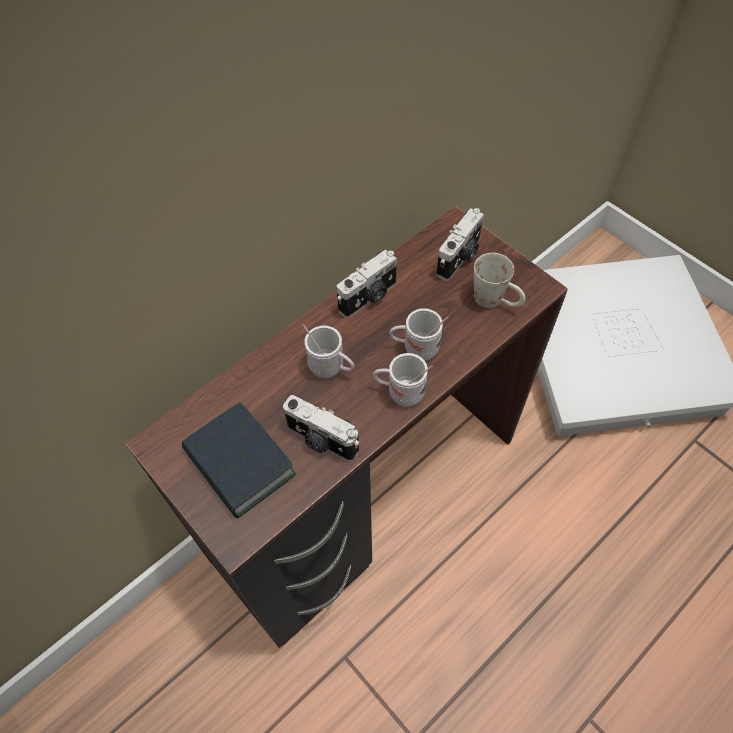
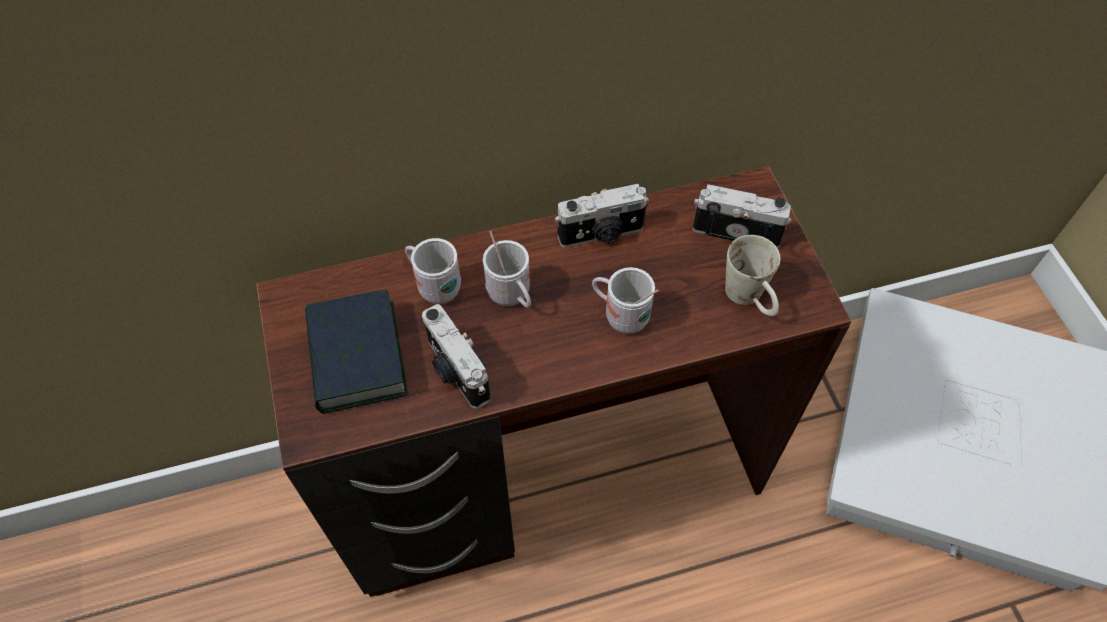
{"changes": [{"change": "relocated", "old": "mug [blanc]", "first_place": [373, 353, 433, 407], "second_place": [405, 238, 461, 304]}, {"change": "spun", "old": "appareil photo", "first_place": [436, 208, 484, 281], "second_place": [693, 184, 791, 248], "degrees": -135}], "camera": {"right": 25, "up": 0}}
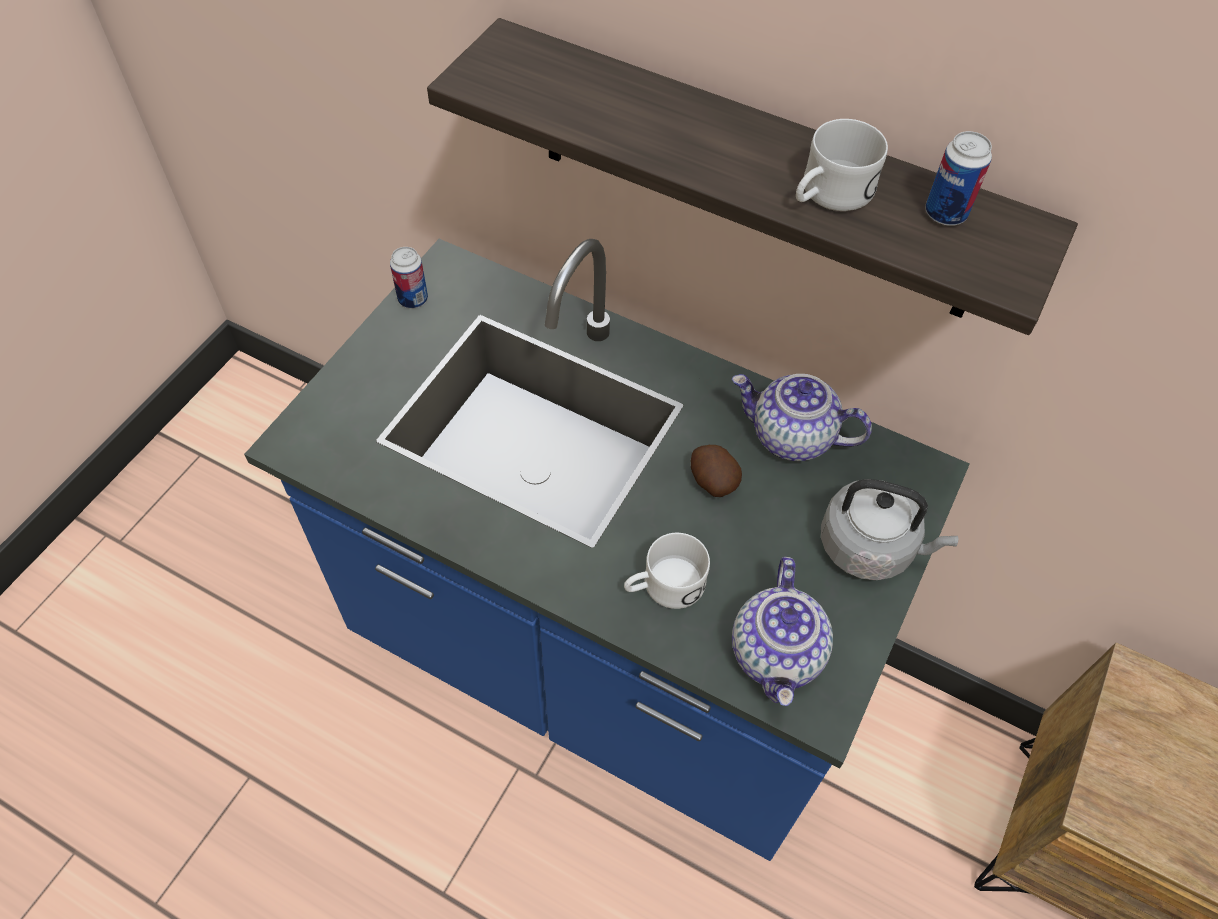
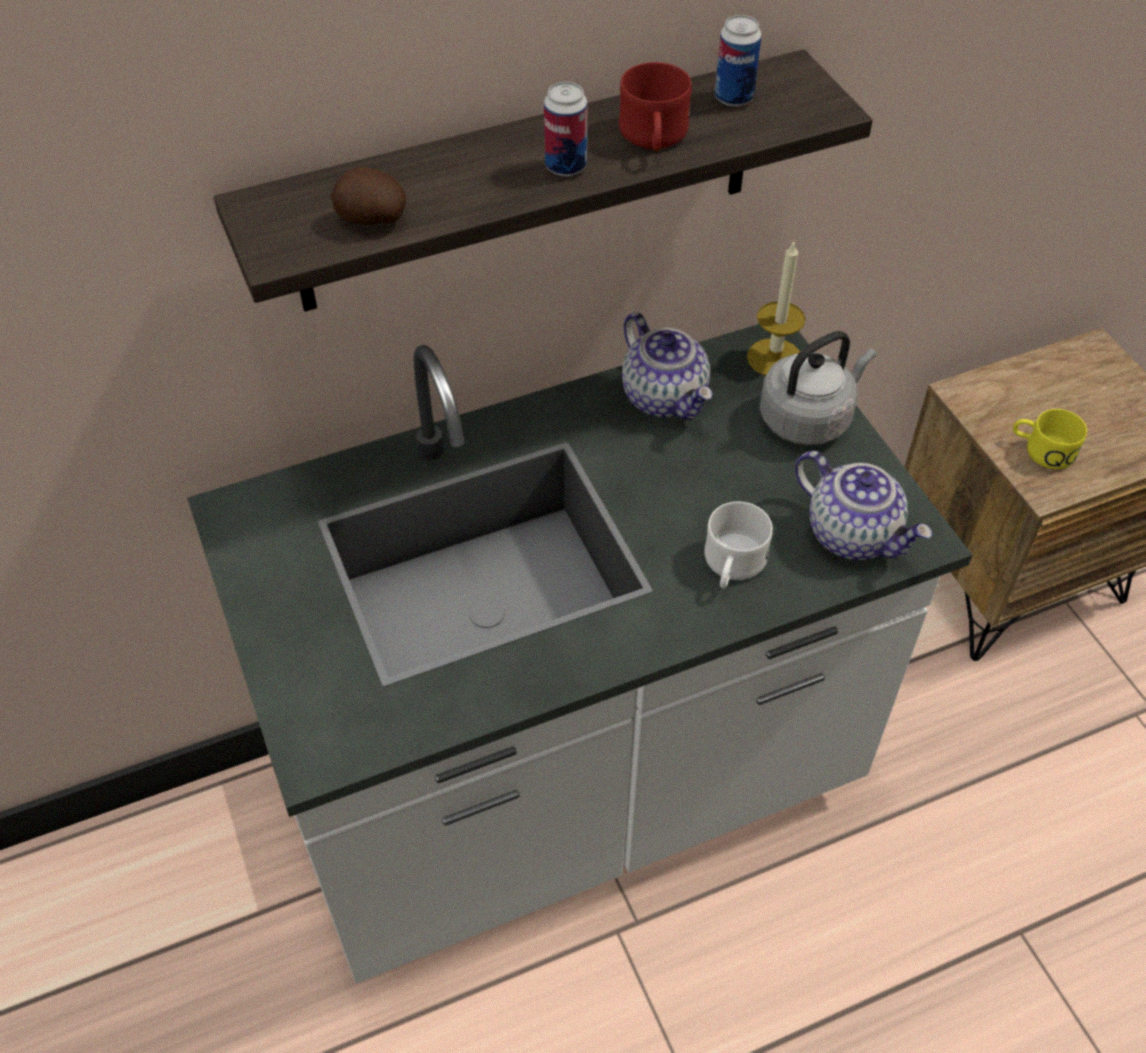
{"changes": [{"change": "colour", "old": "comptoir de cuisine [bleu]", "new": "comptoir de cuisine [blanc]", "first_place": [244, 239, 970, 861], "second_place": [187, 324, 972, 984]}, {"change": "relocated", "old": "boîte métallique", "first_place": [390, 247, 428, 309], "second_place": [544, 82, 588, 176]}, {"change": "relocated", "old": "pomme de terre", "first_place": [691, 445, 742, 497], "second_place": [331, 167, 406, 225]}, {"change": "spun", "old": "théière", "first_place": [732, 374, 872, 461], "second_place": [622, 312, 712, 420], "degrees": -90}, {"change": "colour", "old": "mug [blanc]", "new": "mug [rouge]", "first_place": [796, 119, 888, 211], "second_place": [619, 62, 692, 152]}, {"change": "appeared", "new": "bougie", "second_place": [747, 241, 806, 376]}, {"change": "appeared", "new": "mug [jaune]", "second_place": [1013, 409, 1087, 469]}], "camera": {"right": -50, "up": -5}}
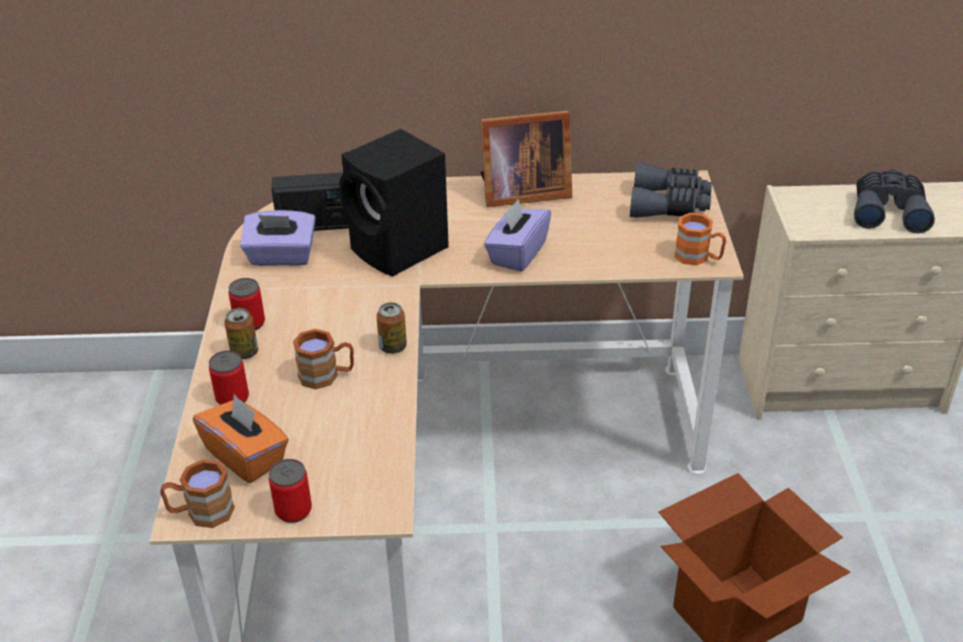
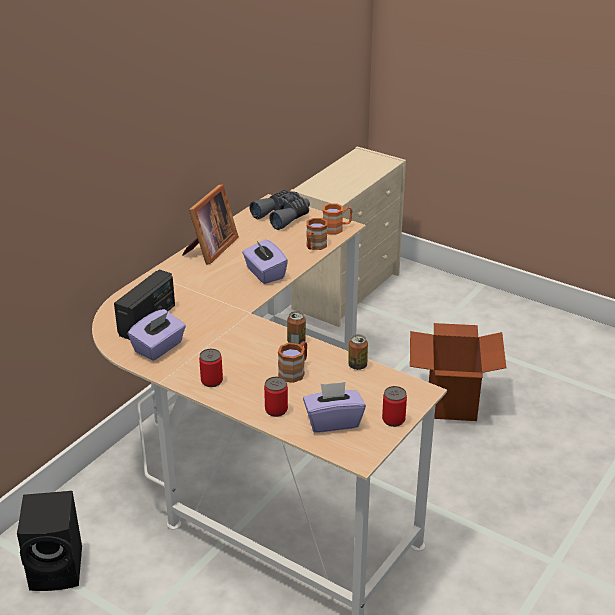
{"changes": [{"change": "relocated", "old": "mug [marron]", "first_place": [160, 459, 235, 528], "second_place": [306, 218, 327, 250]}, {"change": "colour", "old": "boîte à mouchoirs [orange]", "new": "boîte à mouchoirs [violet]", "first_place": [193, 394, 289, 483], "second_place": [303, 382, 366, 433]}, {"change": "relocated", "old": "boîte métallique", "first_place": [224, 308, 258, 359], "second_place": [348, 335, 368, 370]}, {"change": "relocated", "old": "enceinte [noir]", "first_place": [339, 129, 449, 277], "second_place": [17, 491, 82, 591]}, {"change": "missing", "old": "jumelles [gris]", "first_place": [854, 169, 935, 233]}], "camera": {"right": -55, "up": -5}}
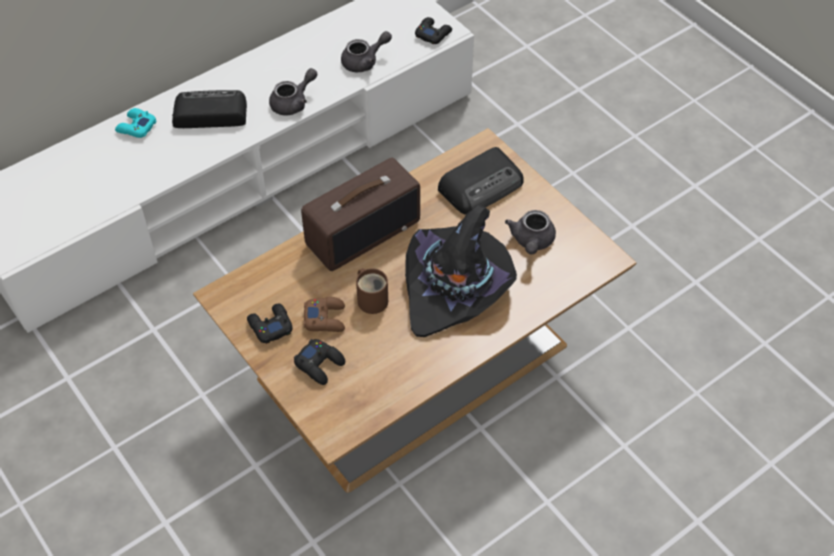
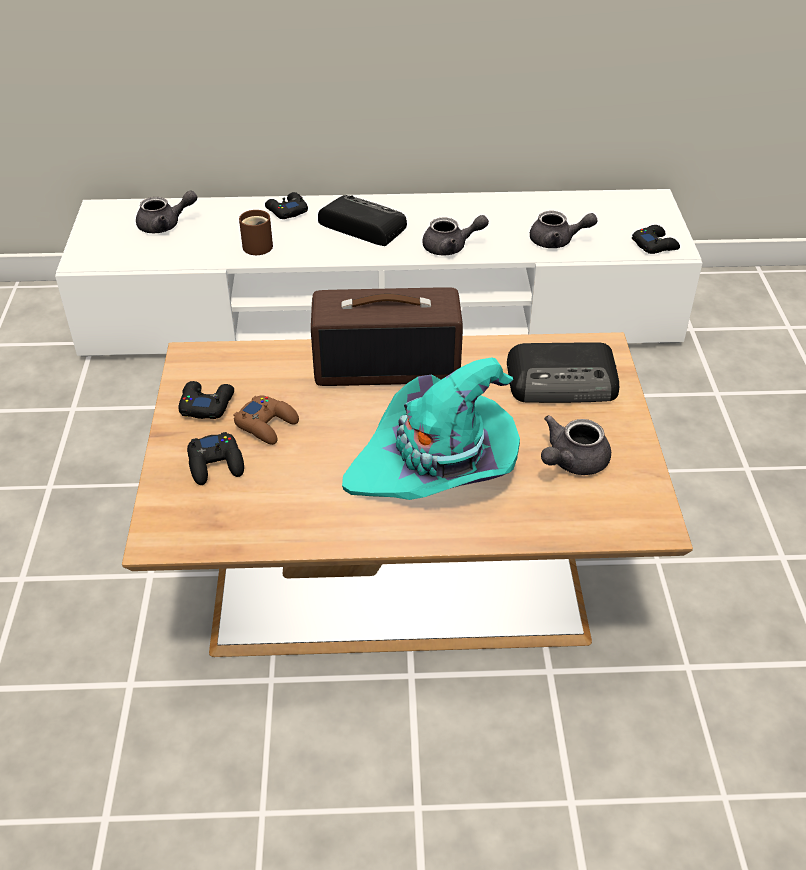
{"changes": [{"change": "colour", "old": "manette [turquoise]", "new": "manette [noir]", "first_place": [115, 108, 157, 138], "second_place": [265, 192, 308, 219]}, {"change": "relocated", "old": "mug [marron]", "first_place": [356, 268, 388, 314], "second_place": [239, 210, 273, 255]}, {"change": "colour", "old": "chapeau [noir]", "new": "chapeau [turquoise]", "first_place": [405, 205, 517, 337], "second_place": [342, 358, 520, 500]}, {"change": "appeared", "new": "théière [gris]", "second_place": [136, 190, 197, 233]}], "camera": {"right": 35, "up": -10}}
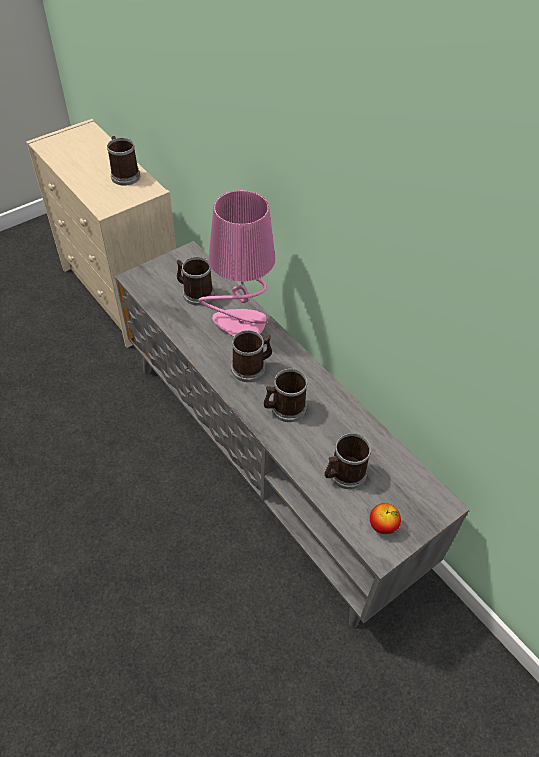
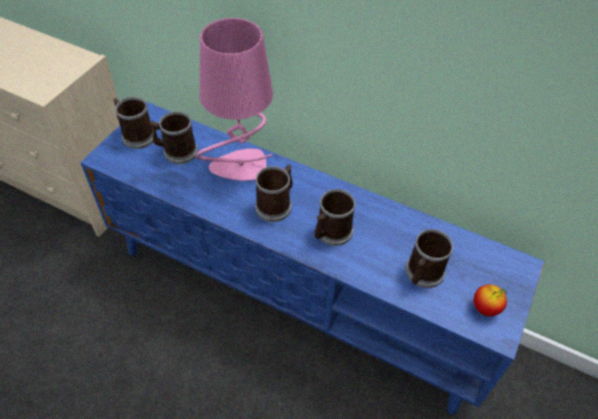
{"changes": [{"change": "relocated", "old": "mug", "first_place": [107, 136, 140, 186], "second_place": [113, 97, 153, 149]}, {"change": "colour", "old": "meuble télé [gris]", "new": "meuble télé [bleu]", "first_place": [115, 241, 470, 628], "second_place": [80, 101, 545, 415]}], "camera": {"right": -25, "up": 0}}
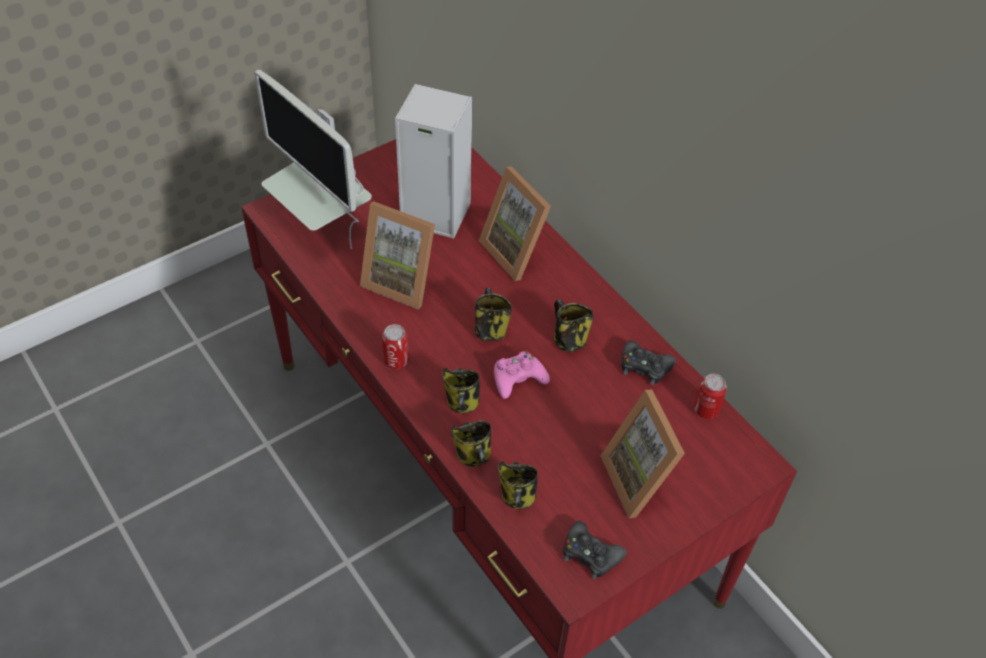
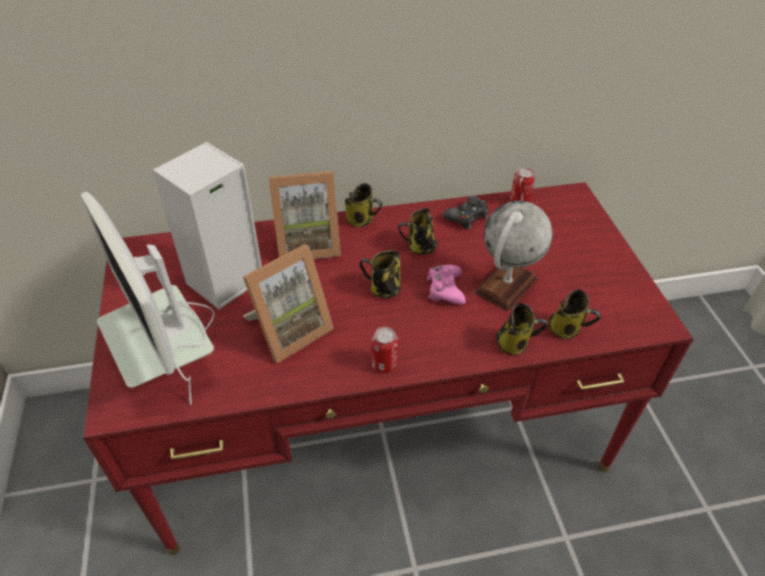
{"changes": [{"change": "spun", "old": "écran d'ordinateur", "first_place": [254, 70, 372, 249], "second_place": [80, 192, 215, 405], "degrees": 75}, {"change": "relocated", "old": "mug", "first_place": [442, 368, 480, 413], "second_place": [345, 183, 382, 228]}, {"change": "missing", "old": "manette [noir]", "first_place": [563, 521, 627, 579]}, {"change": "missing", "old": "cadre photo", "first_place": [600, 390, 685, 518]}, {"change": "appeared", "new": "globe", "second_place": [475, 201, 552, 312]}], "camera": {"right": -65, "up": -5}}
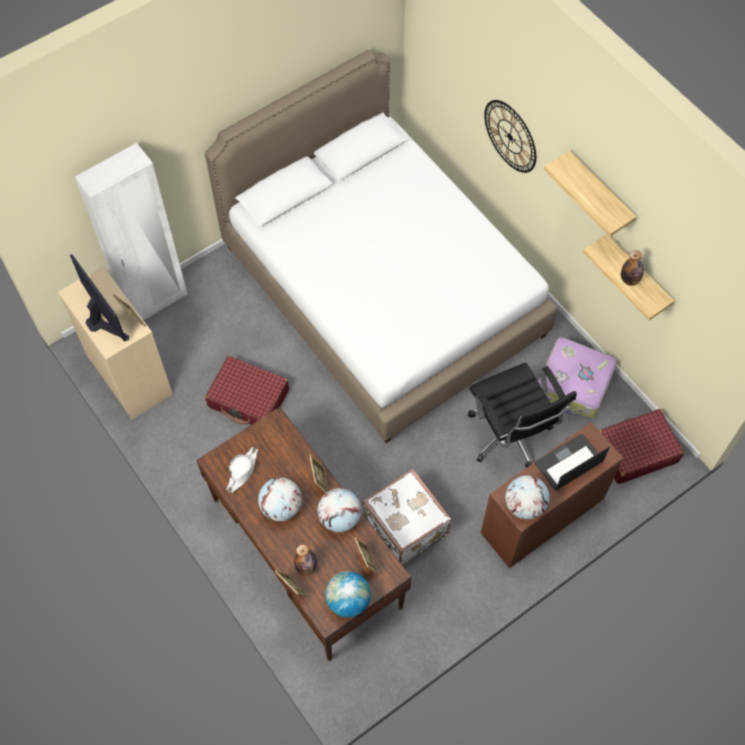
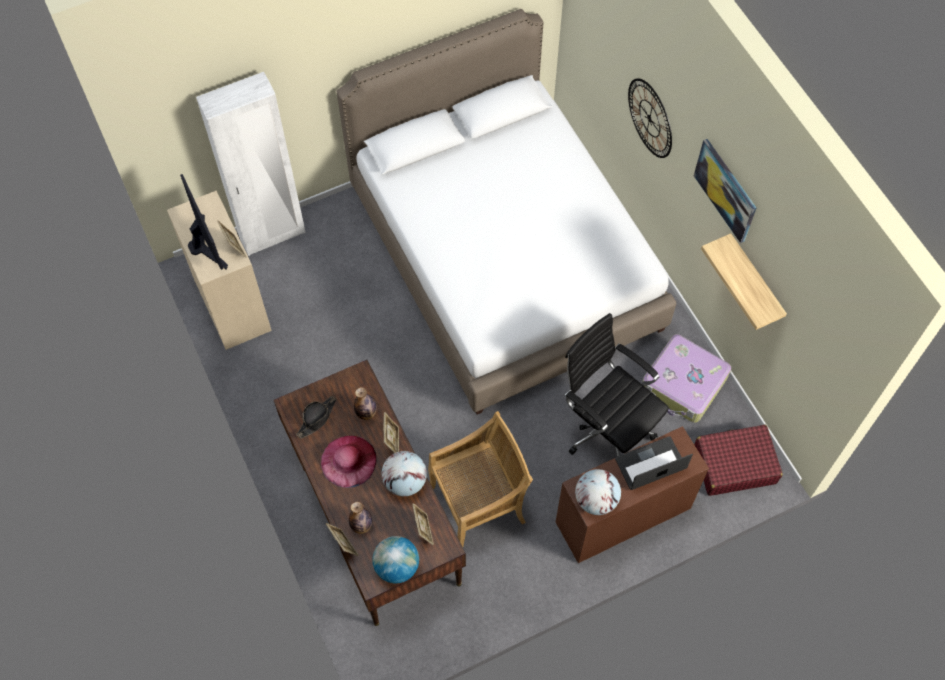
{"changes": [{"change": "missing", "old": "valise [rouge]", "first_place": [205, 356, 289, 425]}, {"change": "colour", "old": "chapeau [blanc]", "new": "chapeau [noir]", "first_place": [226, 447, 258, 493], "second_place": [296, 396, 336, 439]}, {"change": "exchanged", "old": "globe", "new": "chapeau [rose]", "first_place": [258, 477, 302, 521], "second_place": [321, 436, 376, 488]}, {"change": "exchanged", "old": "valise [blanc]", "new": "chaise [beige]", "first_place": [362, 469, 451, 565], "second_place": [428, 411, 533, 547]}, {"change": "spun", "old": "chaise de bureau [noir]", "first_place": [468, 363, 577, 468], "second_place": [565, 313, 669, 457], "degrees": 150}, {"change": "exchanged", "old": "étagère", "new": "tableau", "first_place": [544, 151, 636, 237], "second_place": [694, 139, 756, 243]}, {"change": "relocated", "old": "bouteille", "first_place": [621, 250, 644, 286], "second_place": [354, 387, 376, 420]}], "camera": {"right": 10, "up": 0}}
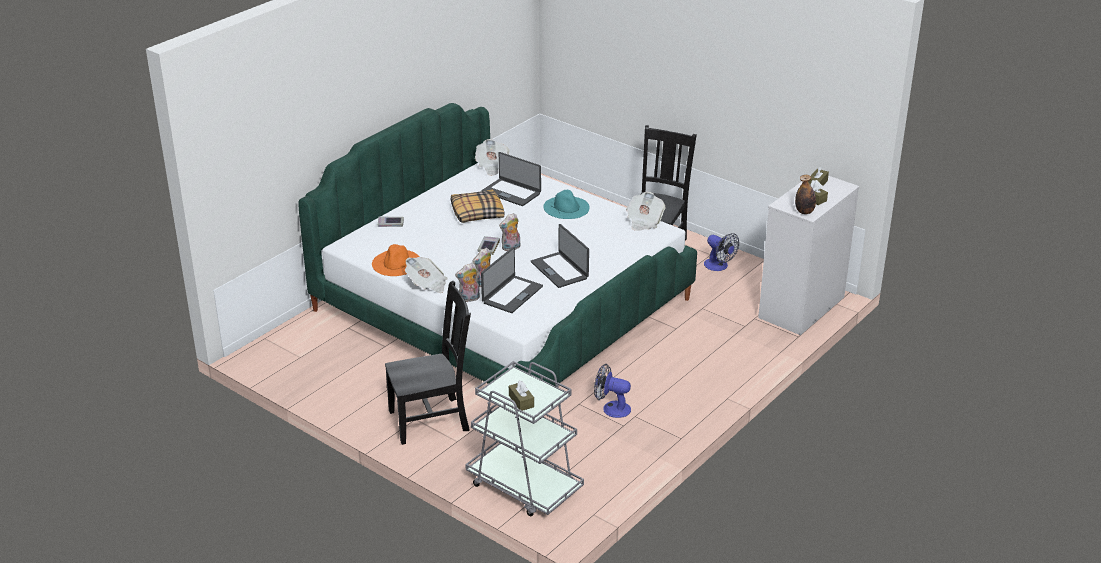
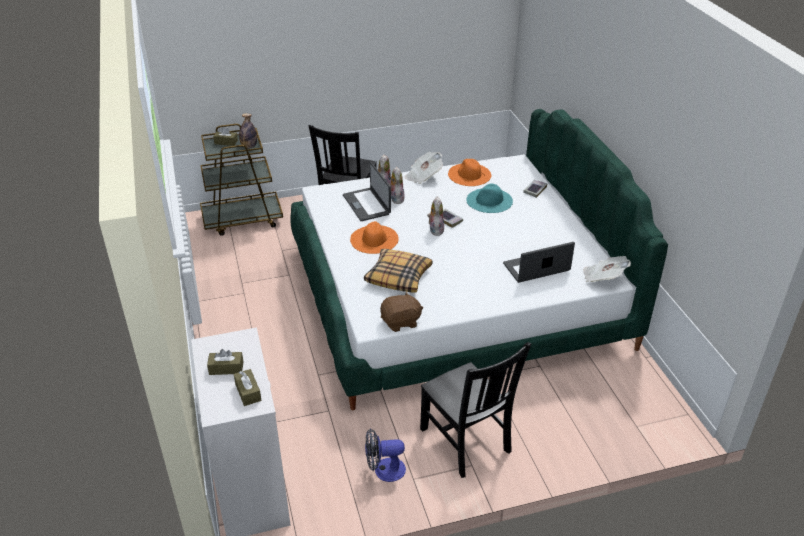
{"changes": [{"change": "relocated", "old": "coussin", "first_place": [451, 190, 505, 223], "second_place": [364, 249, 432, 293]}, {"change": "colour", "old": "chariot [gris]", "new": "chariot [marron]", "first_place": [465, 361, 584, 517], "second_place": [200, 124, 283, 236]}, {"change": "exchanged", "old": "ordinateur portable", "new": "chapeau [orange]", "first_place": [531, 224, 589, 288], "second_place": [350, 221, 399, 254]}, {"change": "relocated", "old": "chapeau [turquoise]", "first_place": [543, 190, 590, 219], "second_place": [466, 183, 513, 213]}, {"change": "missing", "old": "ventilateur", "first_place": [594, 364, 631, 418]}, {"change": "exchanged", "old": "journal", "new": "peluche [marron]", "first_place": [626, 192, 665, 231], "second_place": [380, 291, 423, 332]}, {"change": "relocated", "old": "bouteille", "first_place": [795, 175, 816, 214], "second_place": [239, 113, 257, 148]}], "camera": {"right": 125, "up": 5}}
